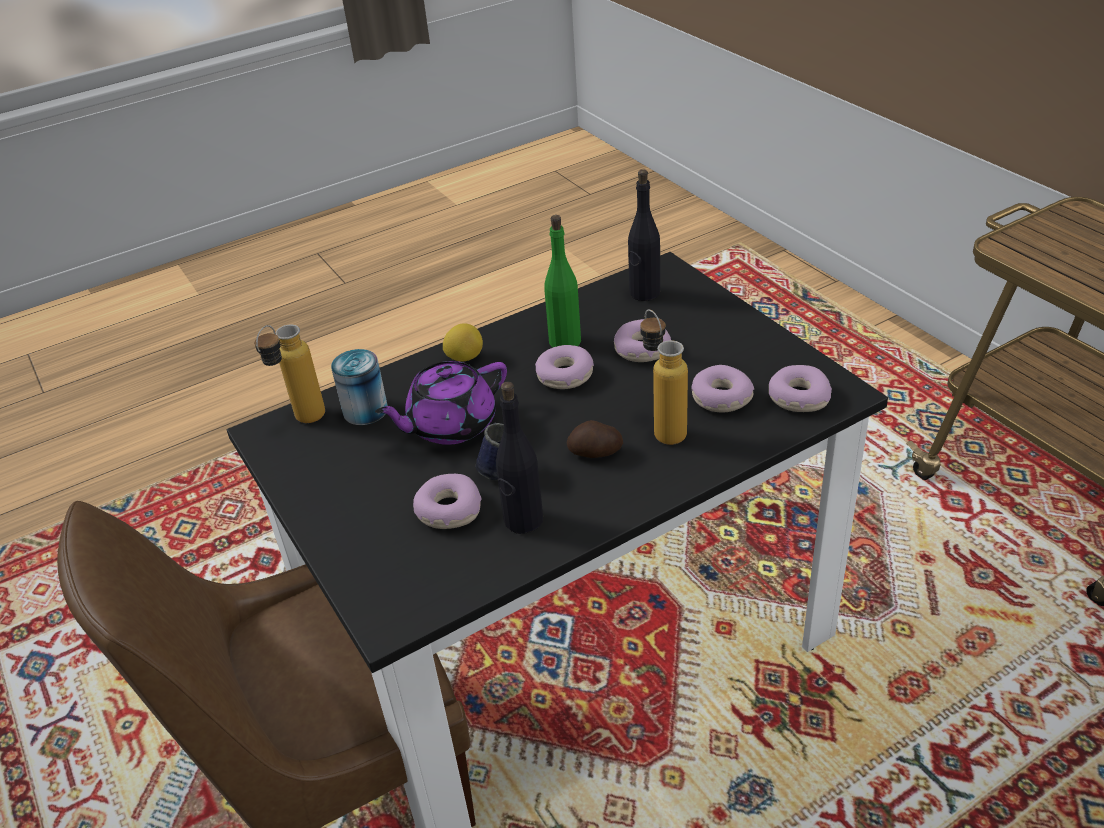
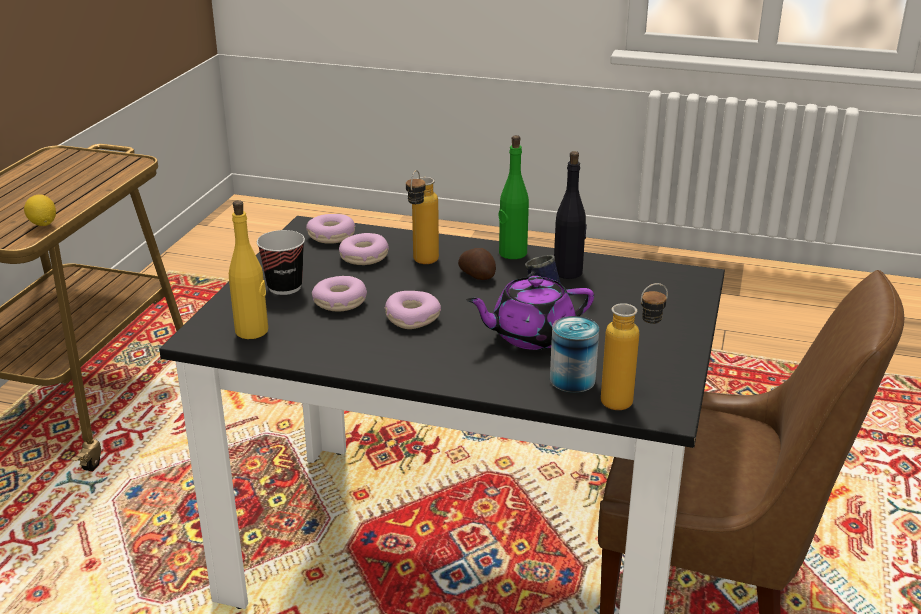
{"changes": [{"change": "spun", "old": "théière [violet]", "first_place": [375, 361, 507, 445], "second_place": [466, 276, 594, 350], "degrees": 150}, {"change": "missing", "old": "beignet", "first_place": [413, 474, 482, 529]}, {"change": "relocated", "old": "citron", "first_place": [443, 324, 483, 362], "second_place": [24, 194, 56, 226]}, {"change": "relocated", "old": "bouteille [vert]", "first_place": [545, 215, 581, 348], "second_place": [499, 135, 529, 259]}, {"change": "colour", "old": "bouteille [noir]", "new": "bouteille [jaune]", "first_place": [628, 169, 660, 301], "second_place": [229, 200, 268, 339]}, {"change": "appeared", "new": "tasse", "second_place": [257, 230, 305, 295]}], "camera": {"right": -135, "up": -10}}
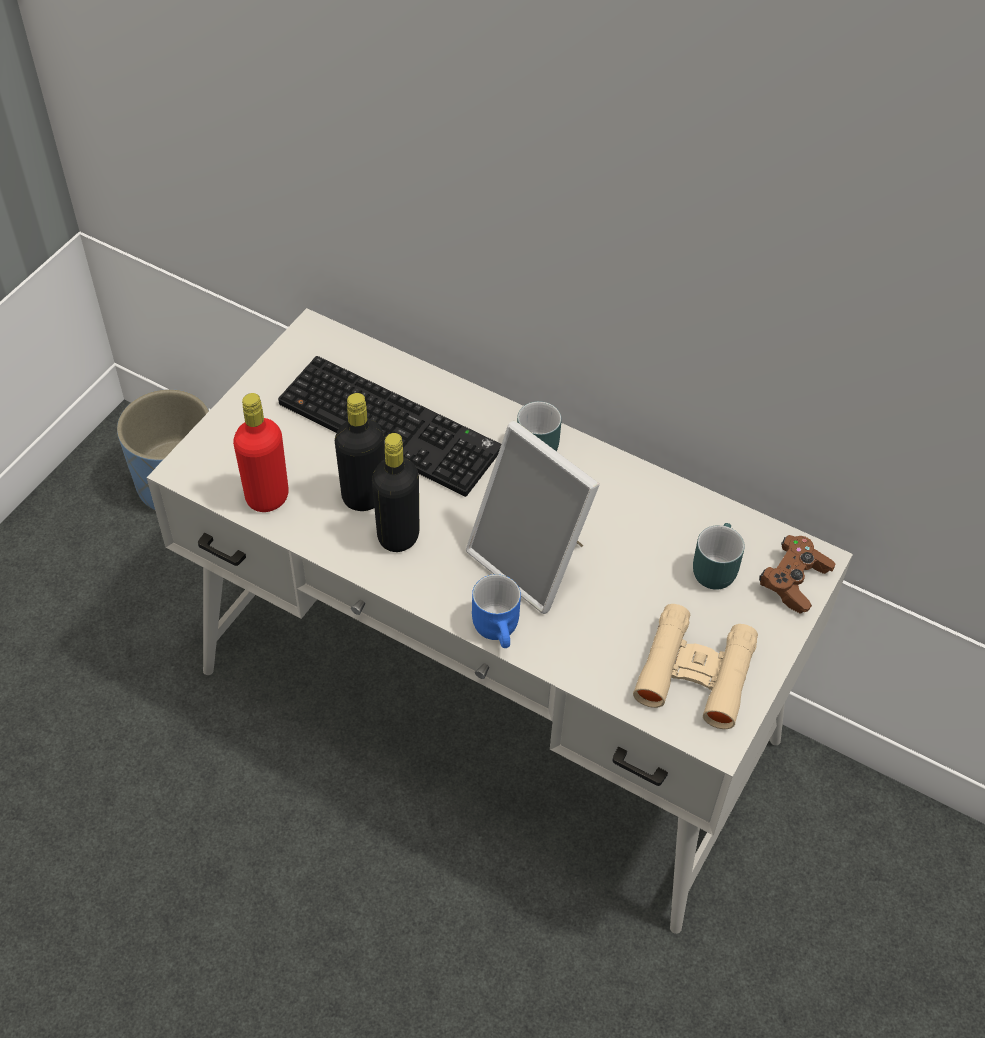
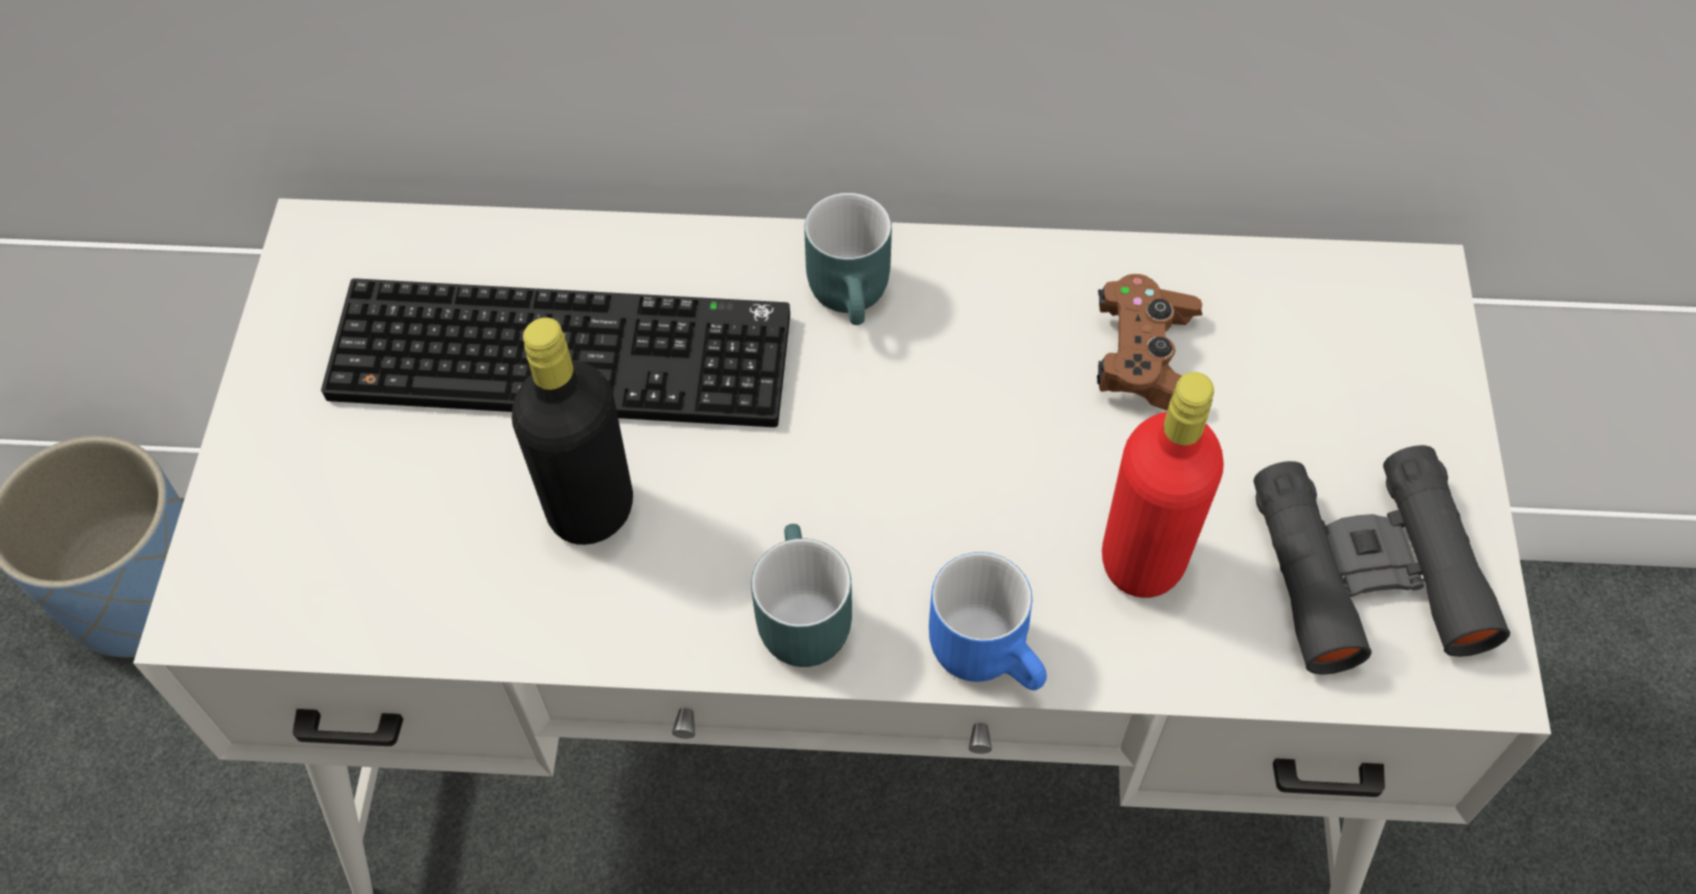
{"changes": [{"change": "relocated", "old": "bouteille [rouge]", "first_place": [233, 393, 289, 512], "second_place": [1102, 372, 1224, 598]}, {"change": "missing", "old": "bouteille [noir]", "first_place": [372, 433, 419, 552]}, {"change": "missing", "old": "cadre photo", "first_place": [466, 421, 599, 614]}, {"change": "colour", "old": "jumelles [beige]", "new": "jumelles [noir]", "first_place": [633, 604, 758, 729], "second_place": [1253, 445, 1510, 674]}, {"change": "relocated", "old": "mug [turquoise]", "first_place": [693, 523, 745, 590], "second_place": [751, 524, 852, 667]}, {"change": "relocated", "old": "manette [marron]", "first_place": [759, 535, 835, 614], "second_place": [1097, 274, 1202, 411]}], "camera": {"right": -25, "up": 5}}
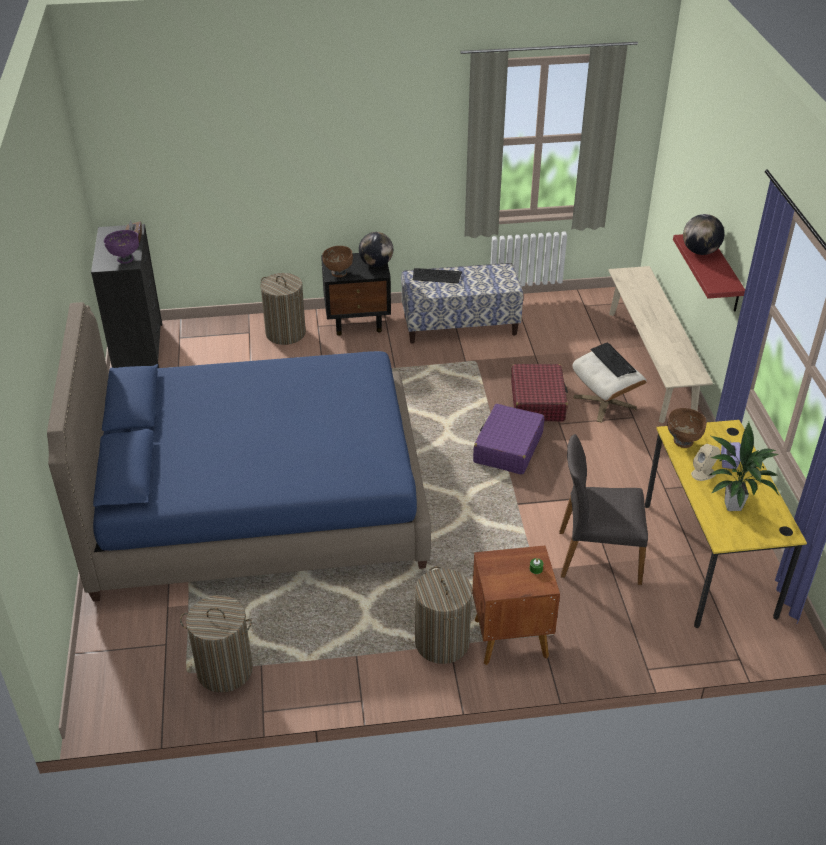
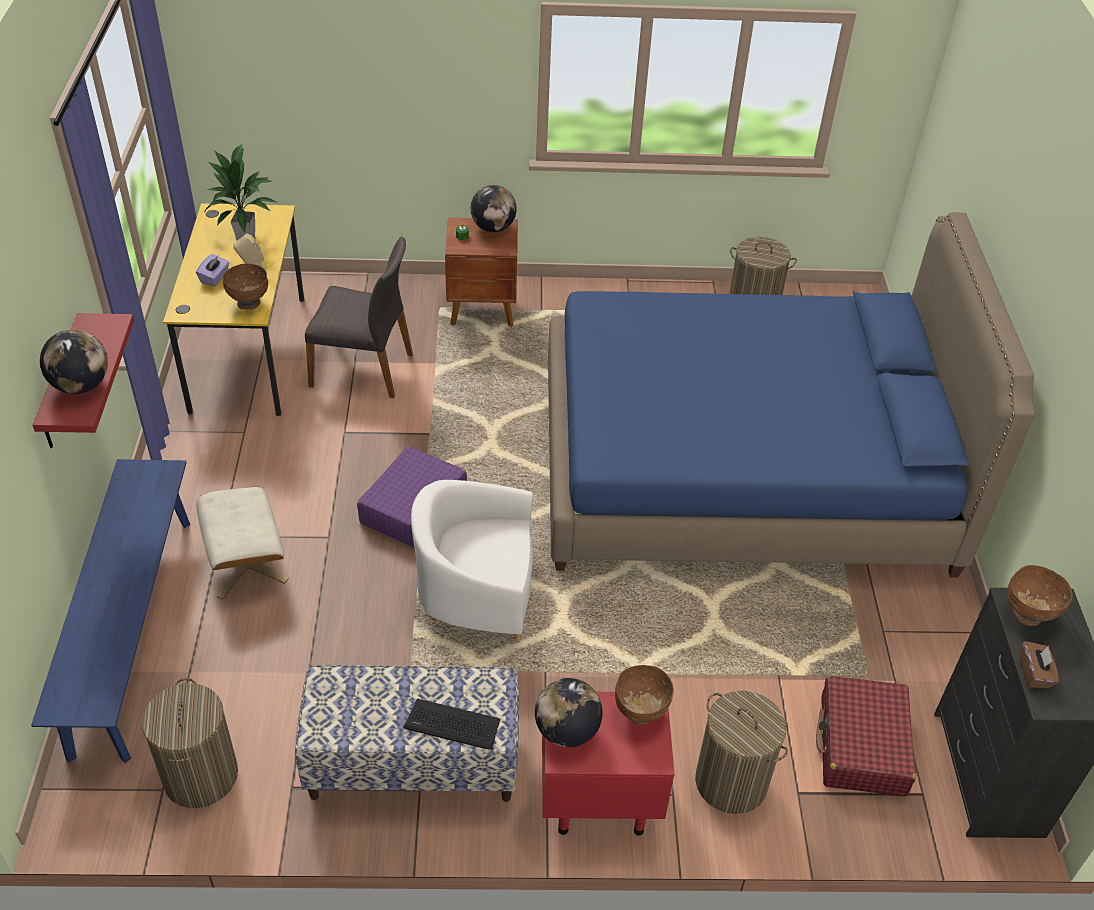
{"changes": [{"change": "colour", "old": "bol [violet]", "new": "bol [marron]", "first_place": [104, 230, 139, 264], "second_place": [1007, 565, 1073, 626]}, {"change": "colour", "old": "table de chevet [noir]", "new": "table de chevet [rouge]", "first_place": [321, 253, 391, 336], "second_place": [542, 692, 675, 835]}, {"change": "relocated", "old": "panier à linge", "first_place": [415, 566, 473, 664], "second_place": [142, 678, 238, 808]}, {"change": "relocated", "old": "valise [rouge]", "first_place": [511, 364, 568, 421], "second_place": [816, 676, 916, 797]}, {"change": "missing", "old": "clavier", "first_place": [590, 343, 636, 377]}, {"change": "colour", "old": "banc [beige]", "new": "banc [bleu]", "first_place": [608, 266, 713, 423], "second_place": [31, 459, 190, 763]}, {"change": "appeared", "new": "fauteuil [blanc]", "second_place": [411, 480, 533, 643]}, {"change": "appeared", "new": "globe", "second_place": [471, 185, 517, 232]}], "camera": {"right": -175, "up": 5}}
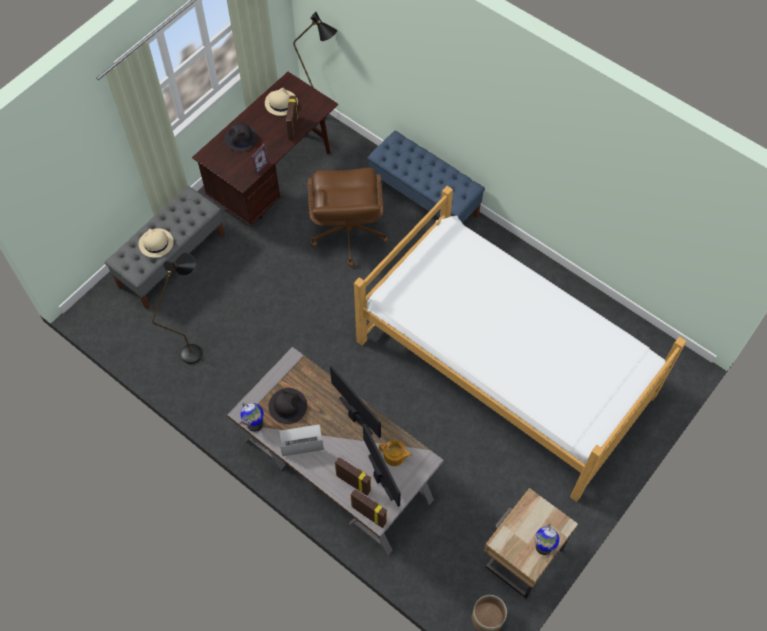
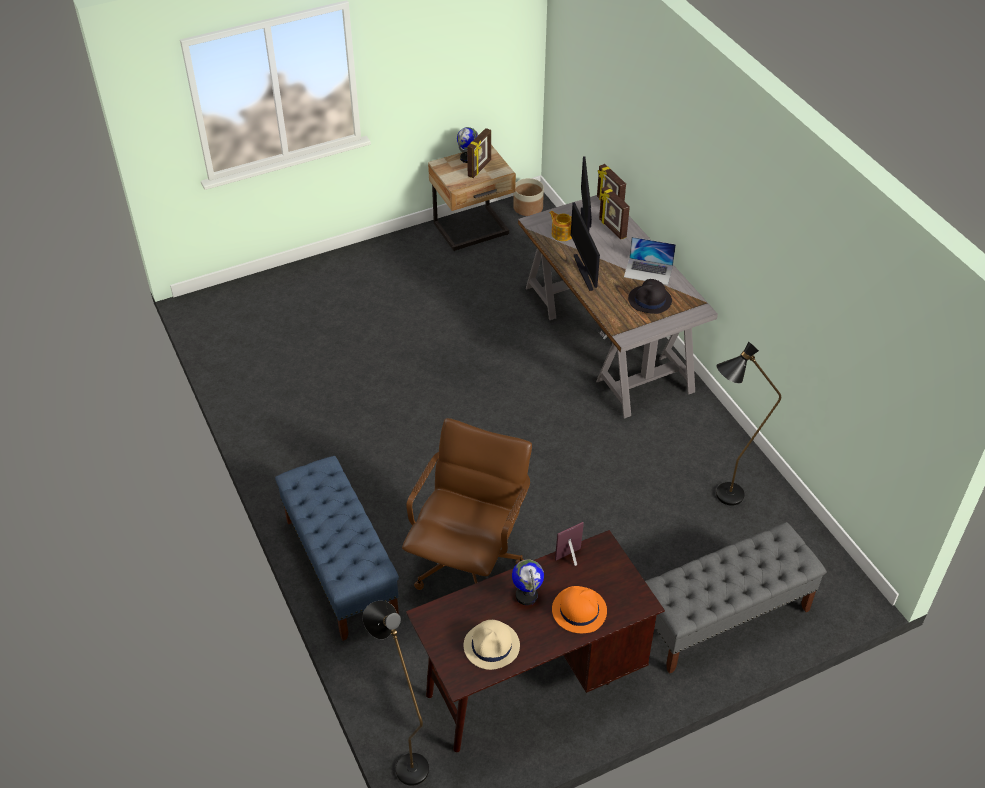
{"changes": [{"change": "missing", "old": "chapeau [beige]", "first_place": [139, 228, 174, 258]}, {"change": "colour", "old": "chapeau [noir]", "new": "chapeau [orange]", "first_place": [224, 123, 258, 152], "second_place": [552, 586, 607, 633]}, {"change": "relocated", "old": "globe", "first_place": [241, 402, 264, 432], "second_place": [512, 559, 544, 605]}, {"change": "relocated", "old": "cadre photo", "first_place": [286, 95, 298, 141], "second_place": [467, 128, 491, 178]}, {"change": "missing", "old": "lit", "first_place": [354, 186, 687, 502]}], "camera": {"right": -155, "up": -15}}
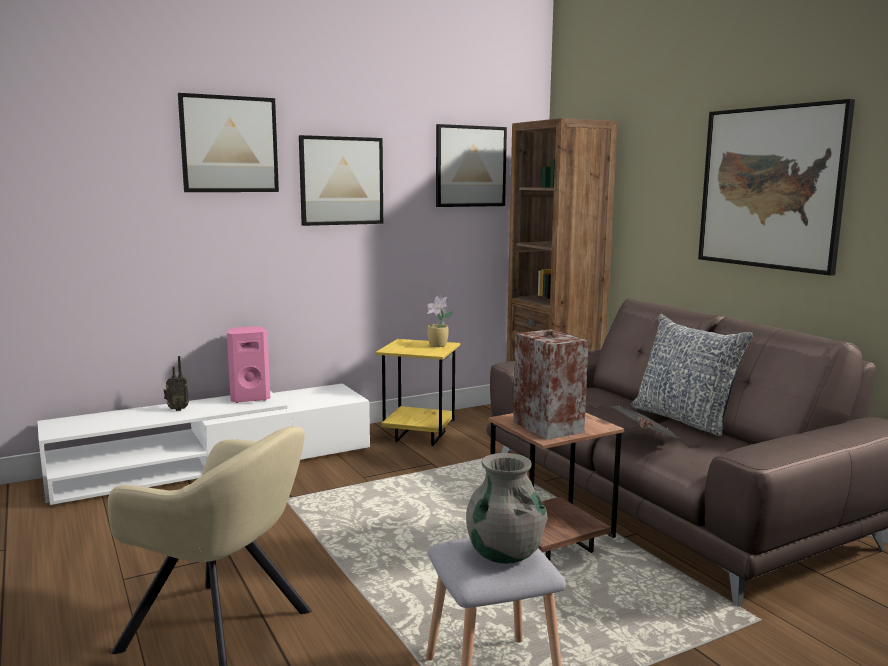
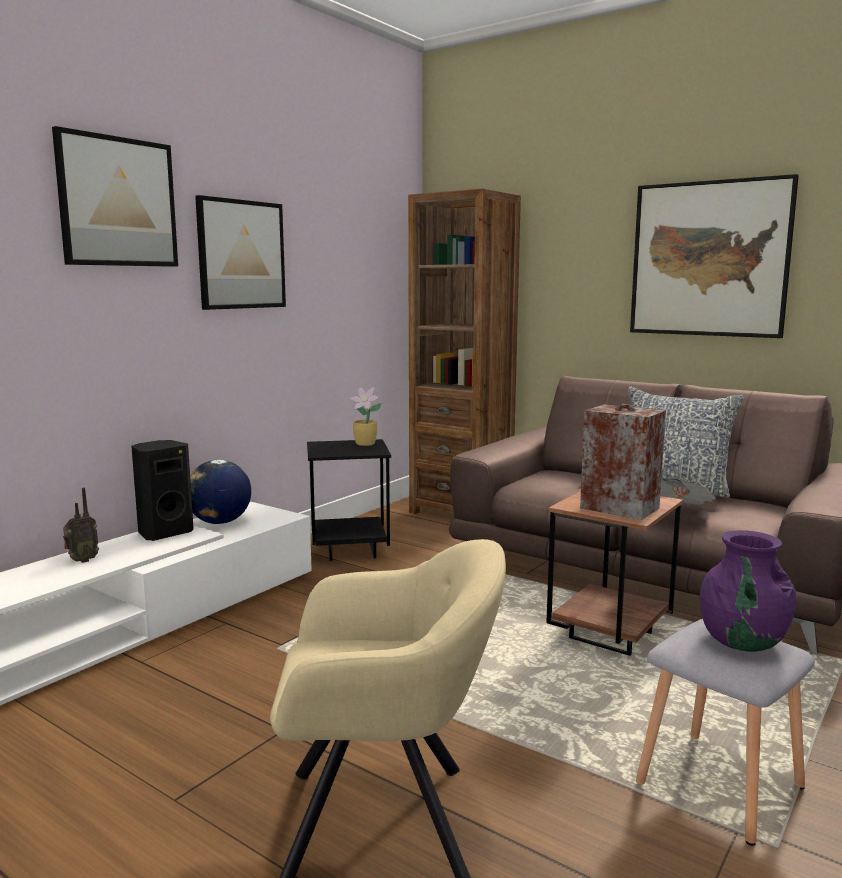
{"changes": [{"change": "colour", "old": "enceinte [rose]", "new": "enceinte [noir]", "first_place": [227, 326, 270, 403], "second_place": [131, 440, 194, 541]}, {"change": "colour", "old": "table d'appoint [jaune]", "new": "table d'appoint [noir]", "first_place": [375, 339, 460, 446], "second_place": [307, 439, 391, 561]}, {"change": "missing", "old": "tableau", "first_place": [436, 124, 507, 207]}, {"change": "colour", "old": "vase [gris]", "new": "vase [violet]", "first_place": [466, 453, 548, 564], "second_place": [700, 530, 796, 652]}, {"change": "appeared", "new": "globe", "second_place": [190, 460, 251, 524]}], "camera": {"right": -25, "up": 0}}
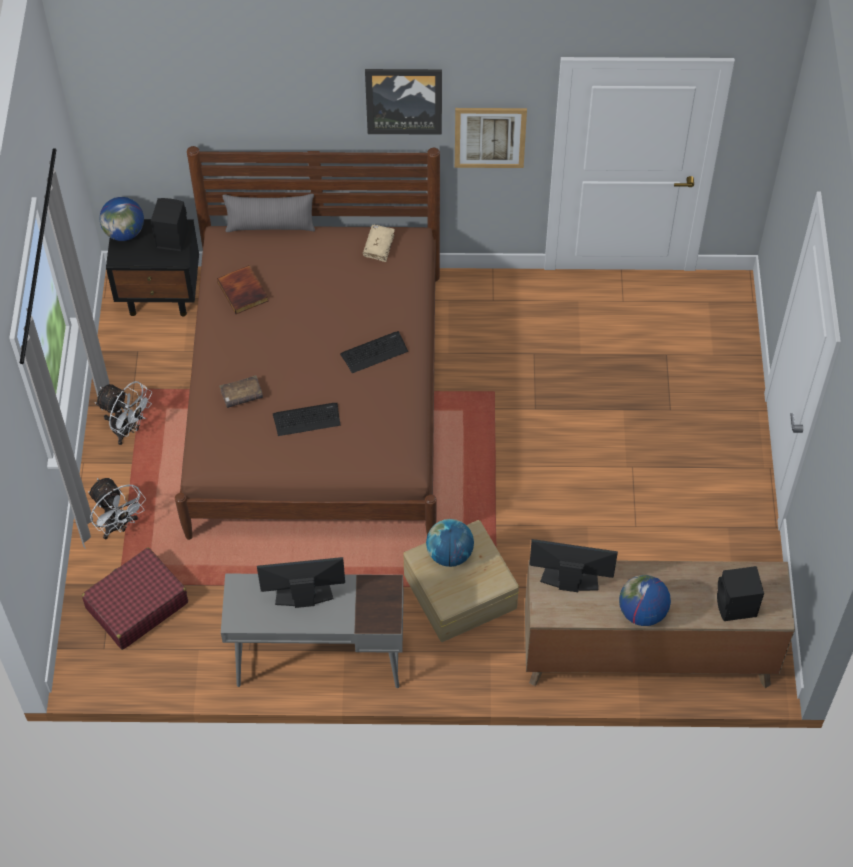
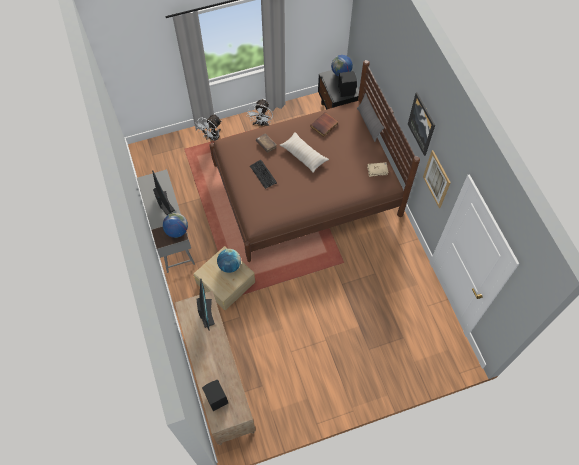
{"changes": [{"change": "missing", "old": "valise [rouge]", "first_place": [82, 548, 188, 650]}, {"change": "missing", "old": "clavier", "first_place": [340, 331, 408, 373]}, {"change": "relocated", "old": "globe", "first_place": [619, 575, 671, 626], "second_place": [163, 213, 188, 238]}, {"change": "appeared", "new": "coussin [beige]", "second_place": [280, 132, 329, 173]}], "camera": {"right": 70, "up": 5}}
